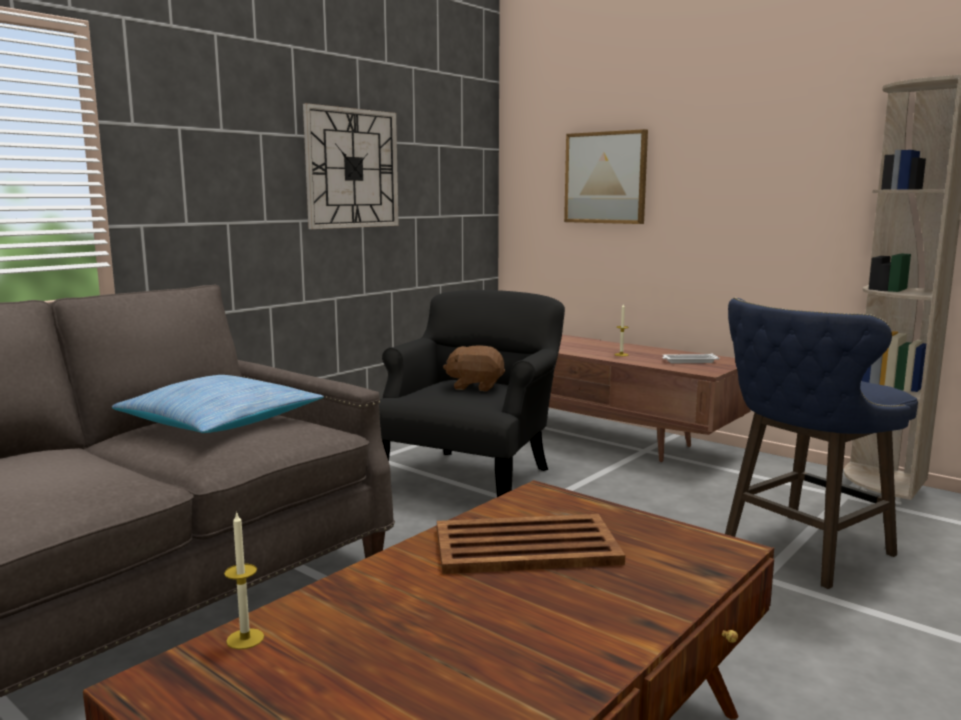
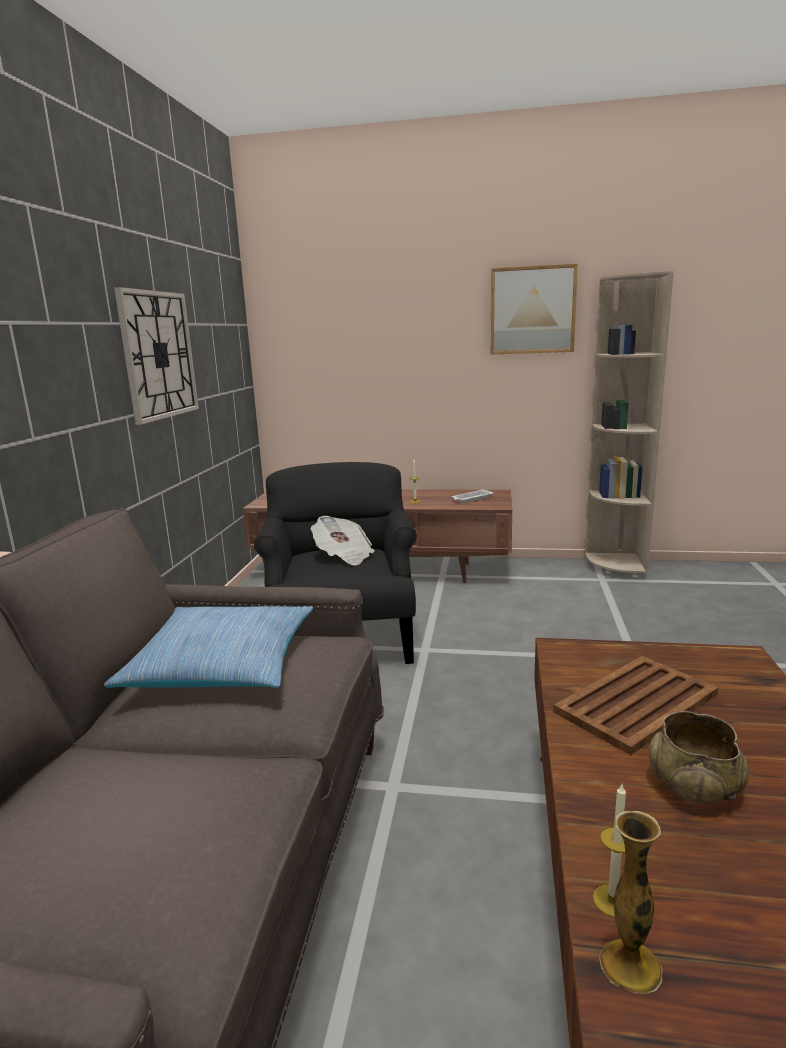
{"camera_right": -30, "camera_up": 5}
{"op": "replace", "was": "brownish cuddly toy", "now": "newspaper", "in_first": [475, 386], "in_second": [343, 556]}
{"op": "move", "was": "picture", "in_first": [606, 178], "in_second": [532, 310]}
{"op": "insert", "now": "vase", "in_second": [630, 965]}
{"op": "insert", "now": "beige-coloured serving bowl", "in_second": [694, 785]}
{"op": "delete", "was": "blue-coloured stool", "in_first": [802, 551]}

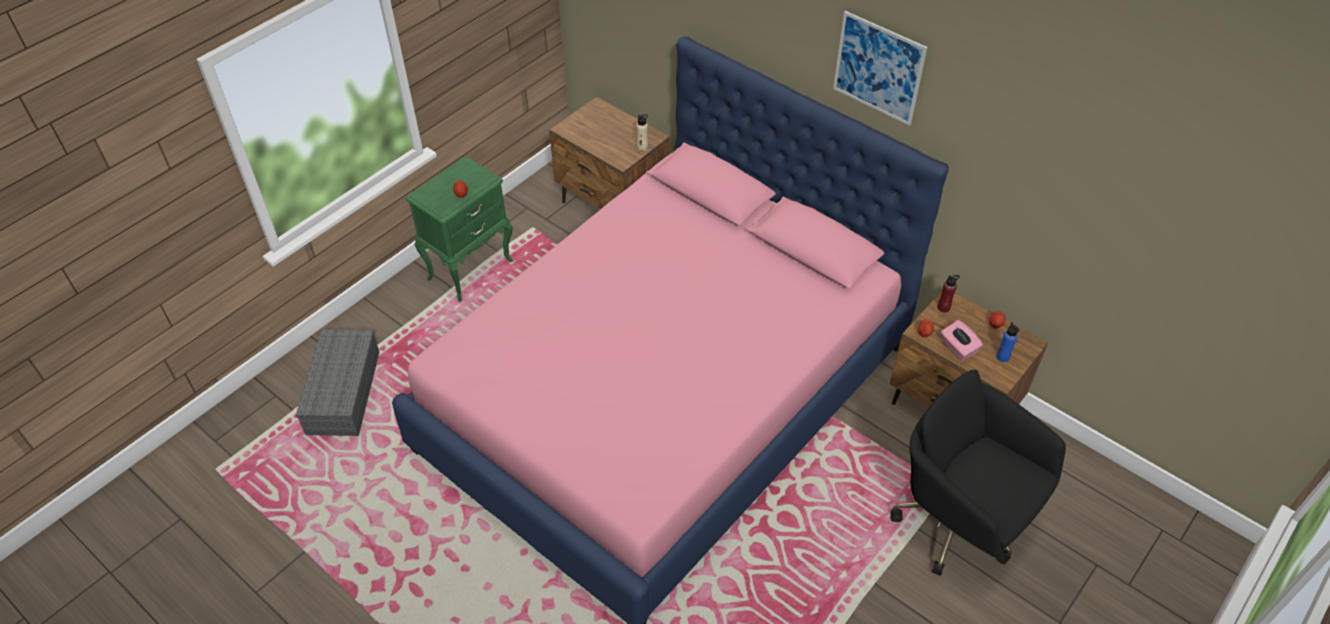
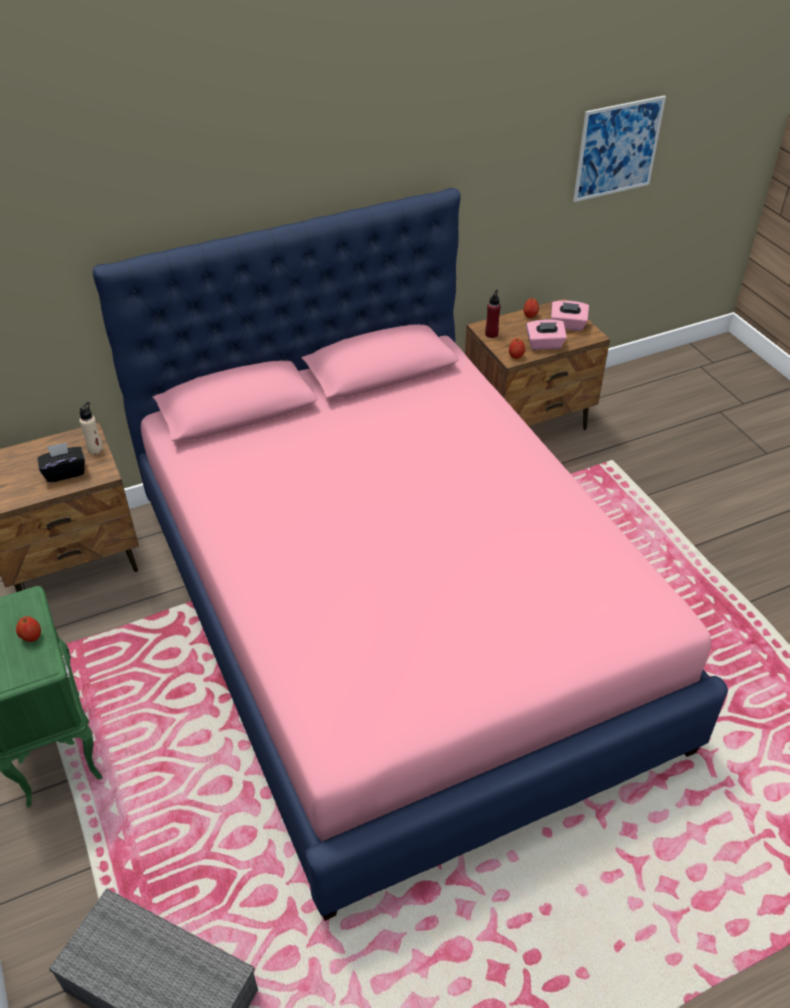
{"camera_right": -65, "camera_up": -5}
{"op": "insert", "now": "blackish tissue holder", "in_second": [65, 472]}
{"op": "replace", "was": "blue-coloured bottle", "now": "pink tissue holder", "in_first": [1002, 357], "in_second": [567, 325]}
{"op": "move", "was": "picture", "in_first": [878, 68], "in_second": [618, 149]}
{"op": "delete", "was": "blackish computer chair", "in_first": [958, 528]}

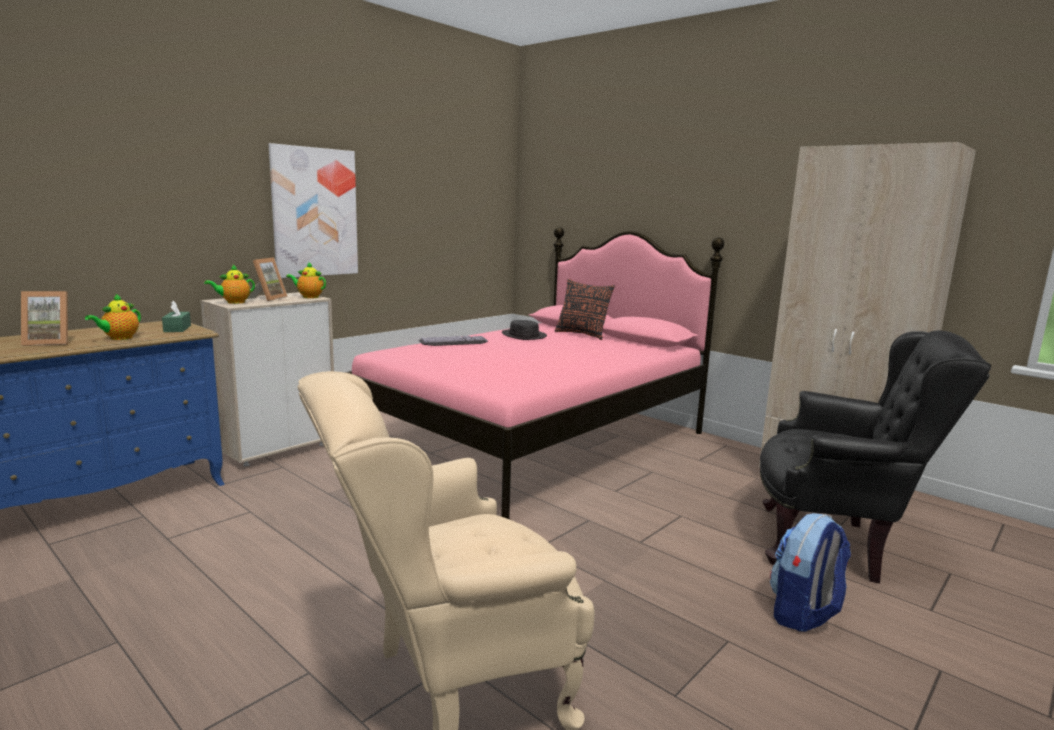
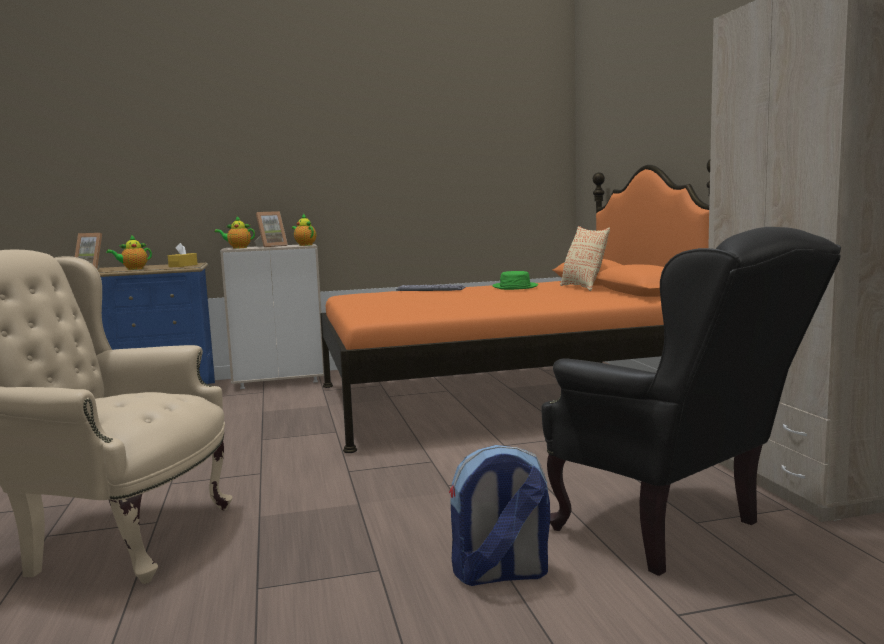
{"camera_right": 35, "camera_up": -5}
{"op": "recolor", "was": "green-coloured tissue holder", "now": "yellow tissue holder", "in_first": [177, 328], "in_second": [183, 265]}
{"op": "recolor", "was": "pink bedroom bed", "now": "orange bedroom bed", "in_first": [535, 441], "in_second": [501, 399]}
{"op": "recolor", "was": "blackish clothing hat", "now": "green-coloured clothing hat", "in_first": [523, 335], "in_second": [514, 287]}
{"op": "recolor", "was": "blackish throw pillow", "now": "beige-coloured throw pillow", "in_first": [582, 335], "in_second": [583, 288]}
{"op": "delete", "was": "picture", "in_first": [314, 212]}

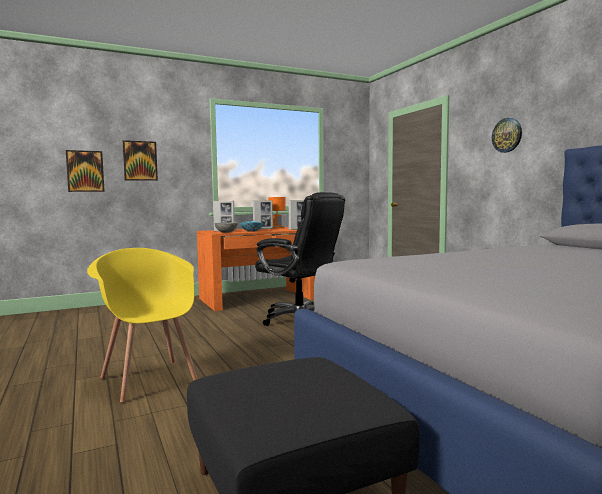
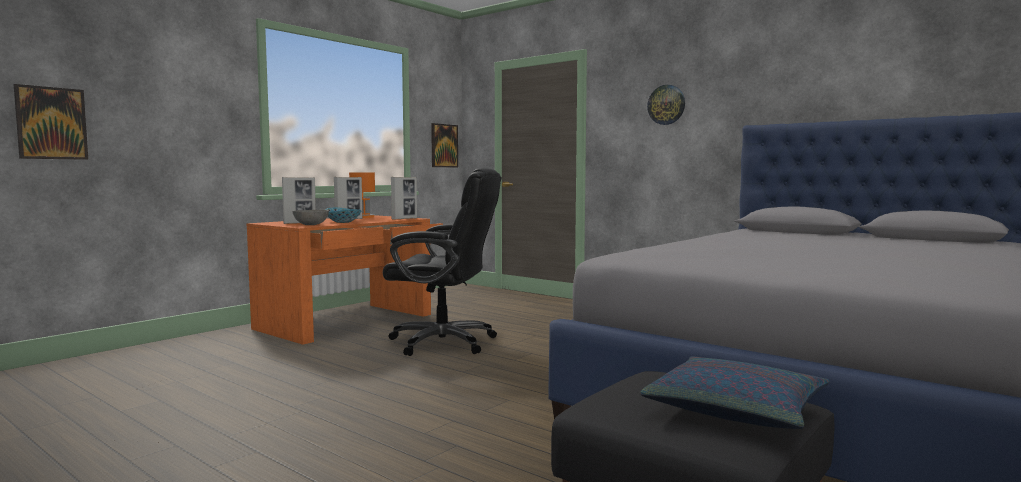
{"camera_right": -25, "camera_up": 0}
{"op": "move", "was": "picture", "in_first": [140, 161], "in_second": [444, 145]}
{"op": "insert", "now": "blue-coloured throw pillow", "in_second": [737, 410]}
{"op": "delete", "was": "yellow chair", "in_first": [149, 380]}

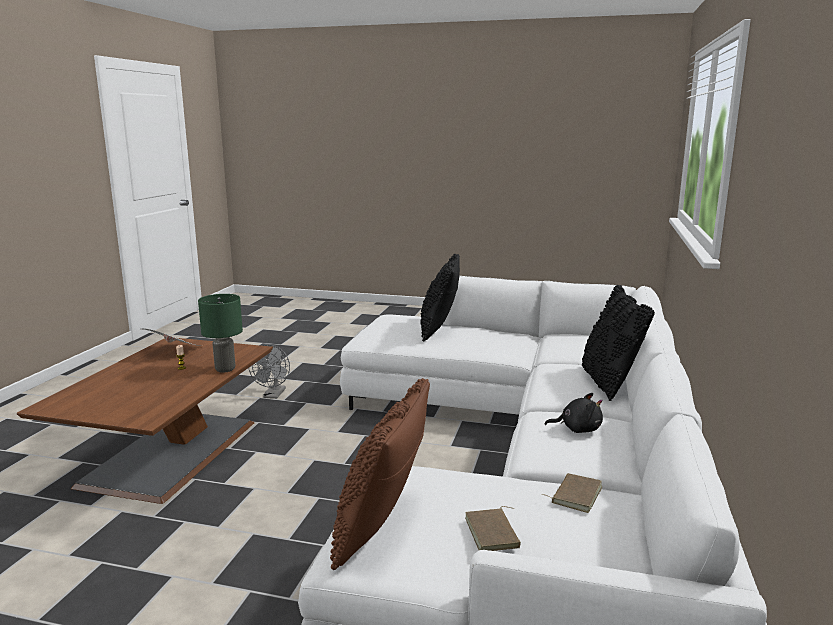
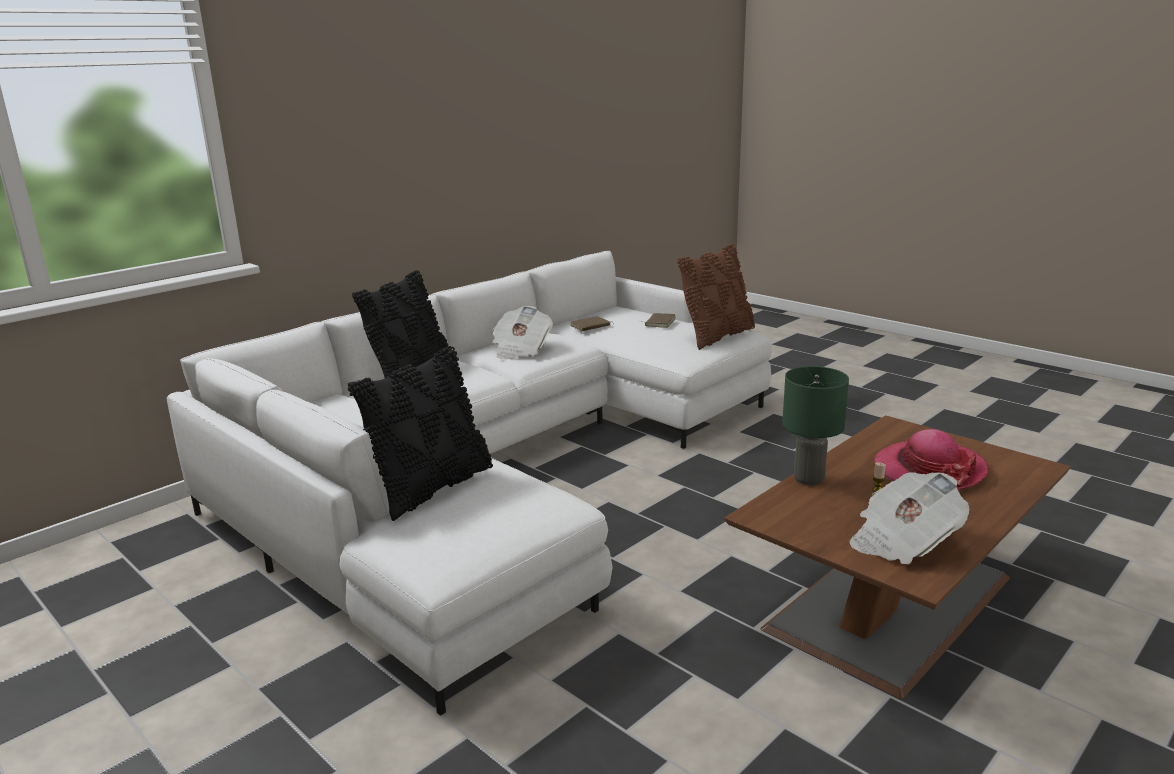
{"camera_right": -150, "camera_up": 5}
{"op": "replace", "was": "blackish cuddly toy", "now": "newspaper", "in_first": [577, 429], "in_second": [520, 349]}
{"op": "insert", "now": "clothing hat", "in_second": [929, 470]}
{"op": "delete", "was": "gray fan", "in_first": [273, 395]}

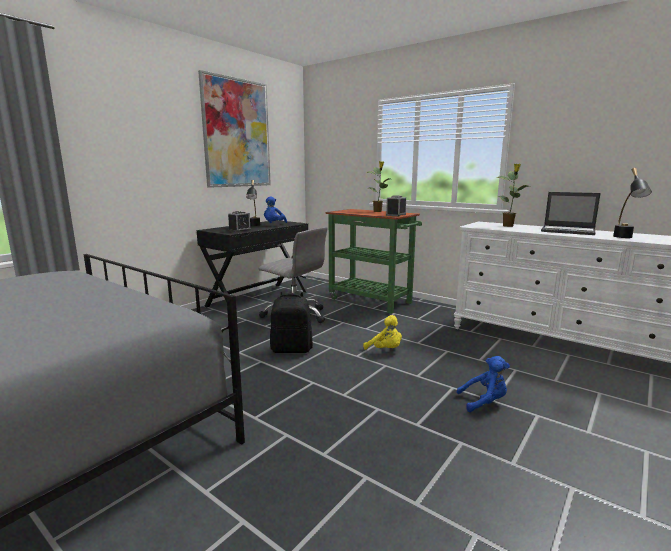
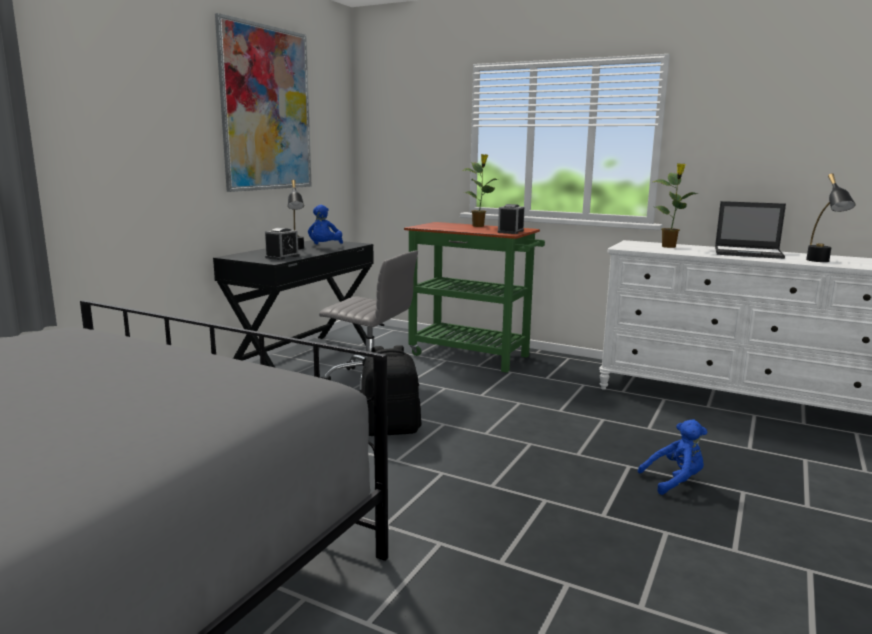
{"camera_right": -10, "camera_up": 0}
{"op": "delete", "was": "yellow cuddly toy", "in_first": [385, 350]}

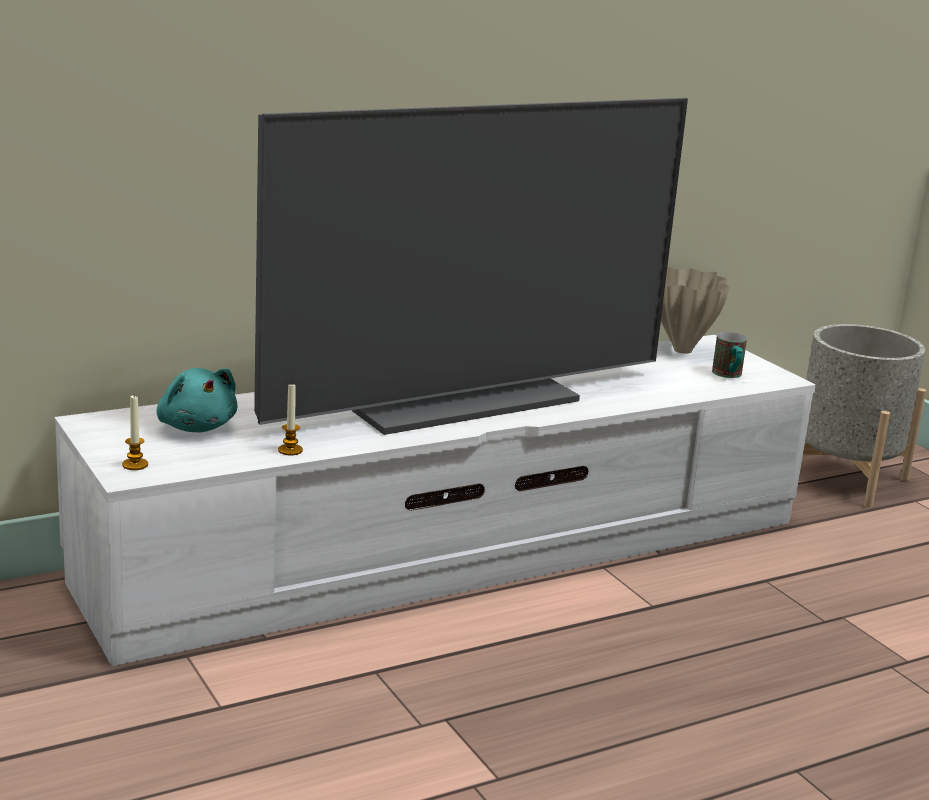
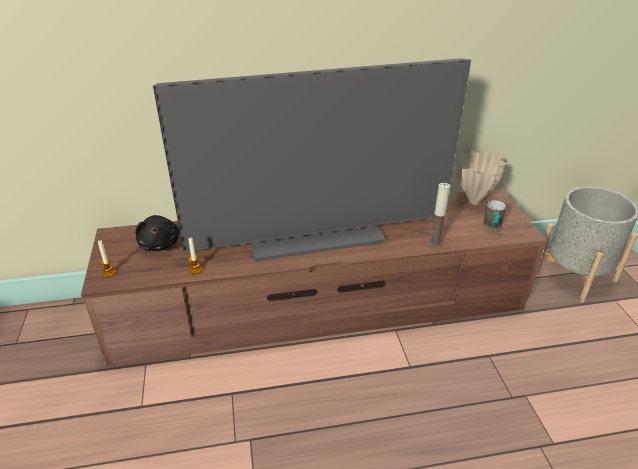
{"camera_right": 20, "camera_up": 15}
{"op": "recolor", "was": "whitish tv stand", "now": "brownish tv stand", "in_first": [454, 547], "in_second": [319, 302]}
{"op": "recolor", "was": "blue-green cuddly toy", "now": "blackish cuddly toy", "in_first": [196, 426], "in_second": [160, 244]}
{"op": "insert", "now": "candle", "in_second": [435, 243]}

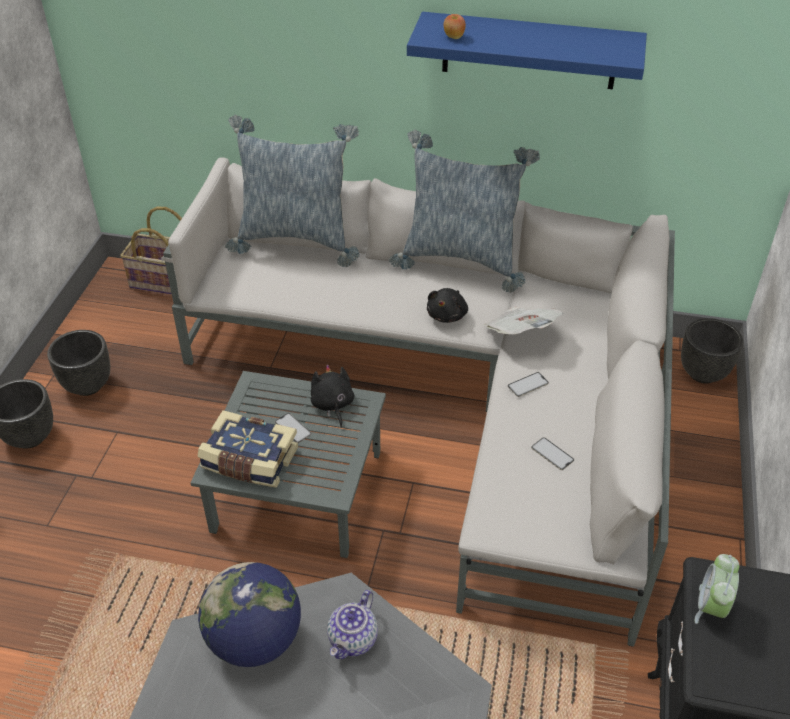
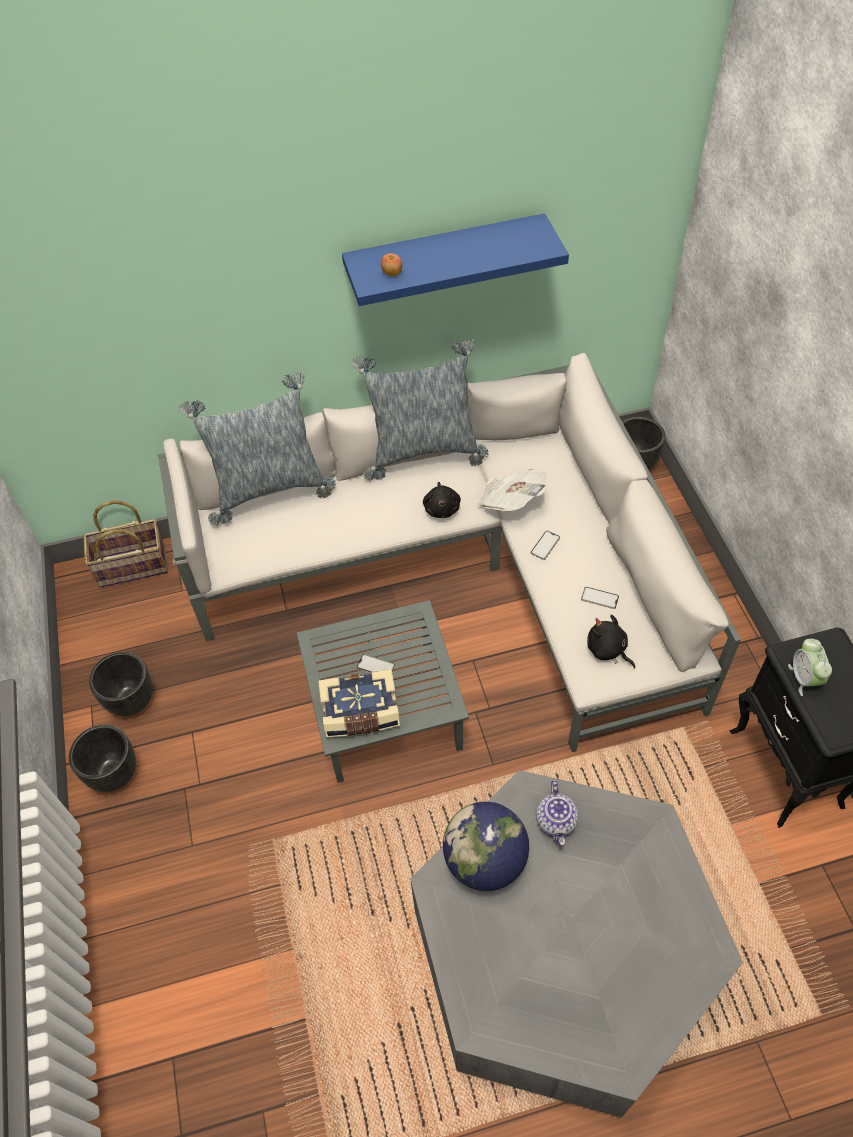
{"camera_right": -25, "camera_up": 10}
{"op": "move", "was": "blackish cuddly toy", "in_first": [332, 405], "in_second": [608, 650]}

